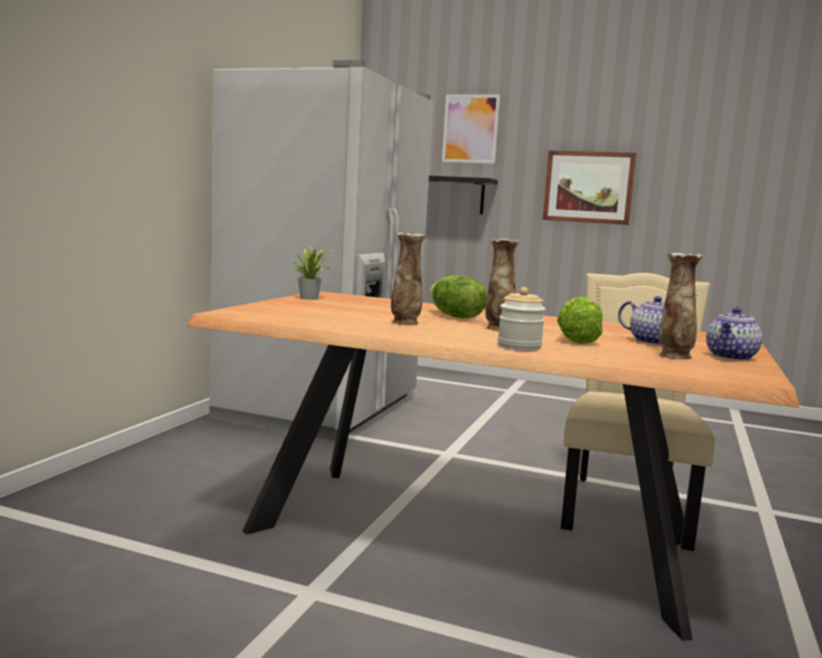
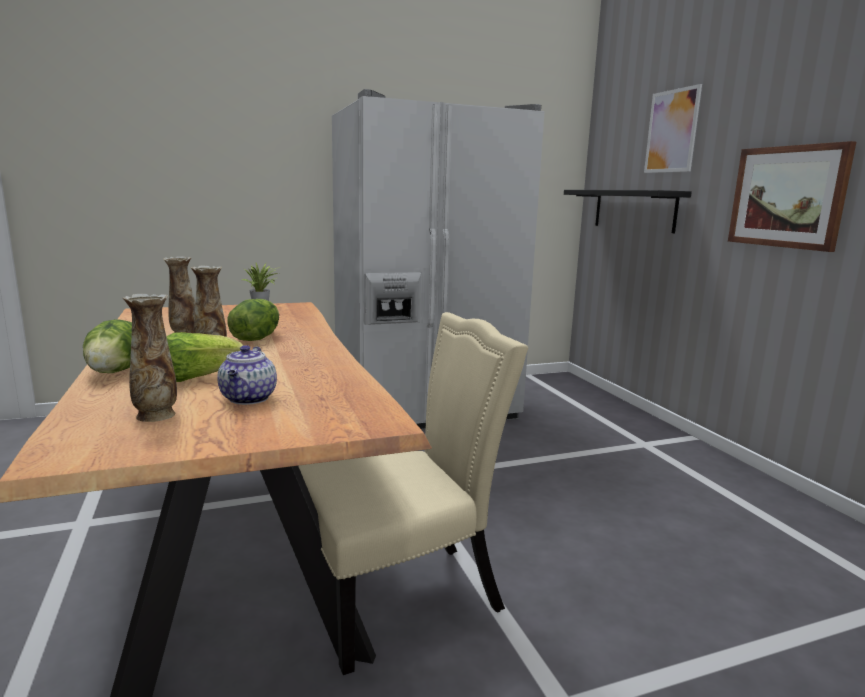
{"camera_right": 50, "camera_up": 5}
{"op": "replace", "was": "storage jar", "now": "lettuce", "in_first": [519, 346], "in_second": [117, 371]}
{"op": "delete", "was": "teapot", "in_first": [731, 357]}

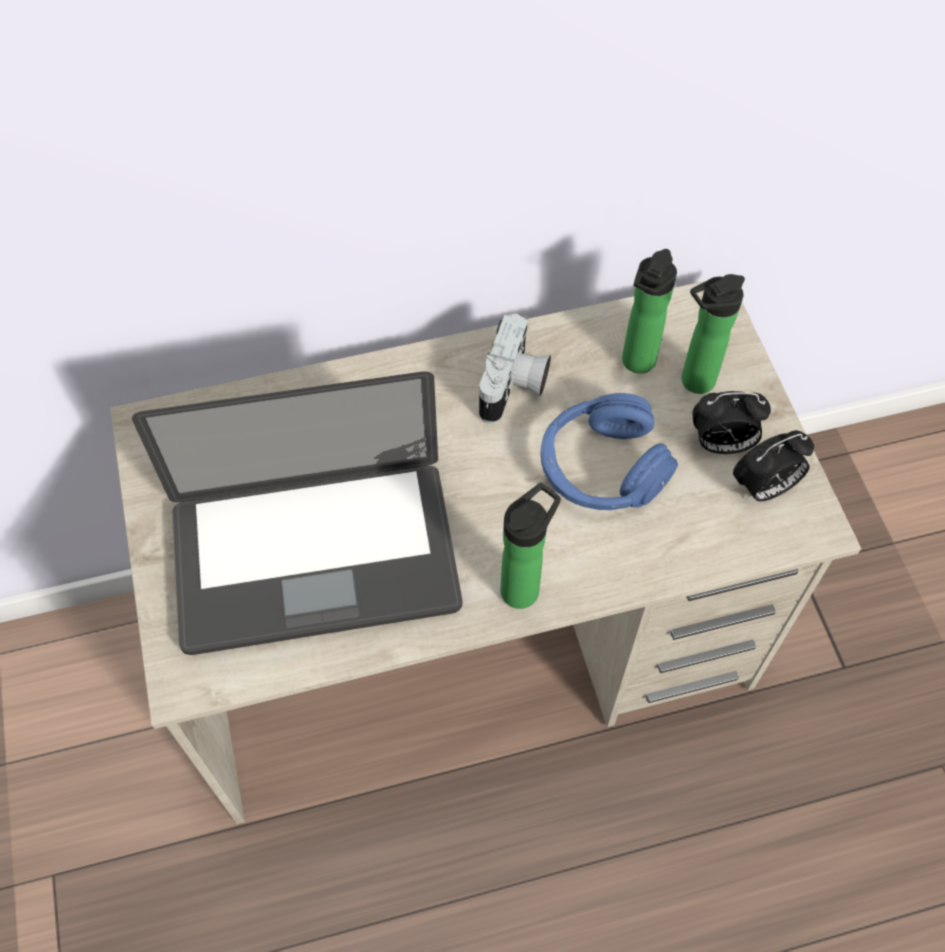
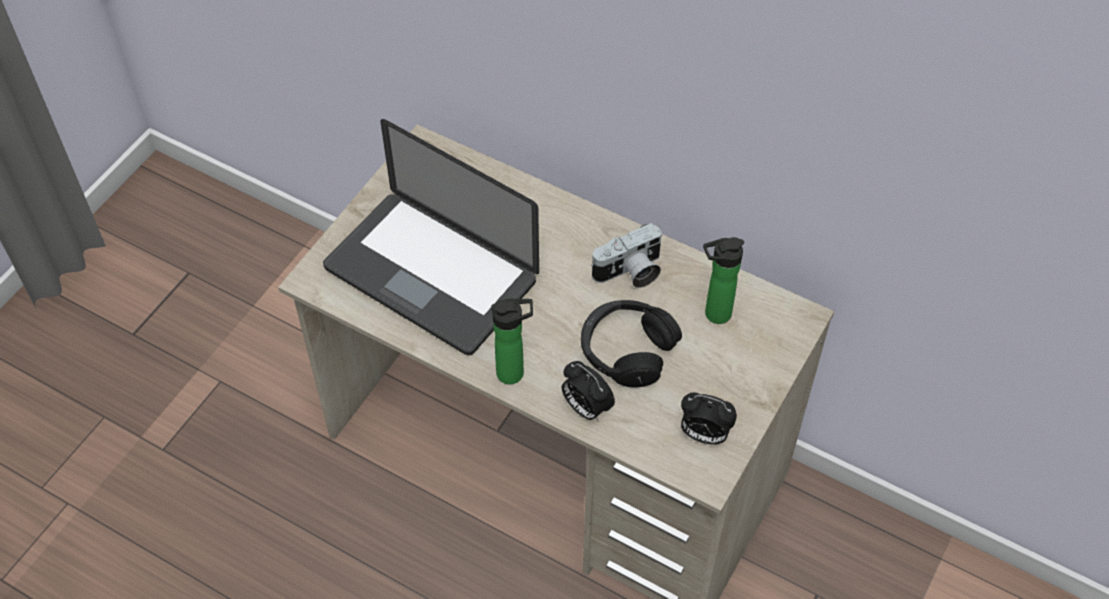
{"camera_right": 45, "camera_up": -5}
{"op": "move", "was": "bedside clock", "in_first": [721, 444], "in_second": [586, 408]}
{"op": "recolor", "was": "blue-coloured pair of headphones", "now": "blackish pair of headphones", "in_first": [601, 467], "in_second": [627, 350]}
{"op": "delete", "was": "bottle", "in_first": [693, 382]}

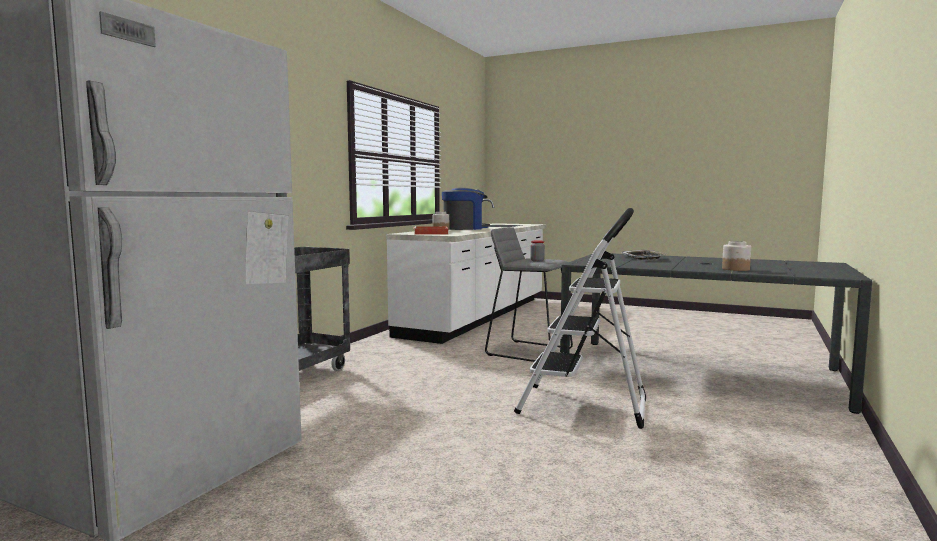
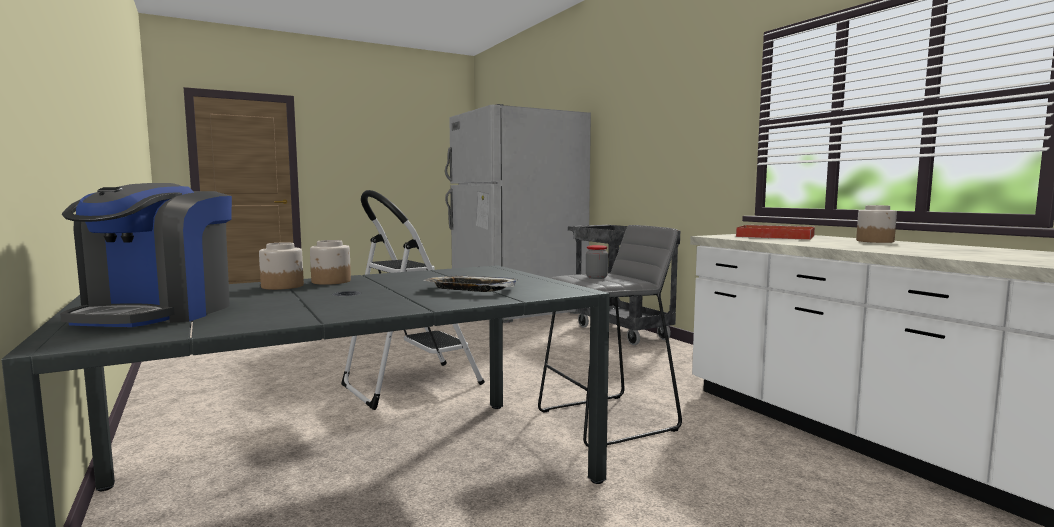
{"camera_right": 125, "camera_up": 0}
{"op": "move", "was": "coffee maker", "in_first": [464, 228], "in_second": [159, 313]}
{"op": "insert", "now": "storage jar", "in_second": [331, 281]}

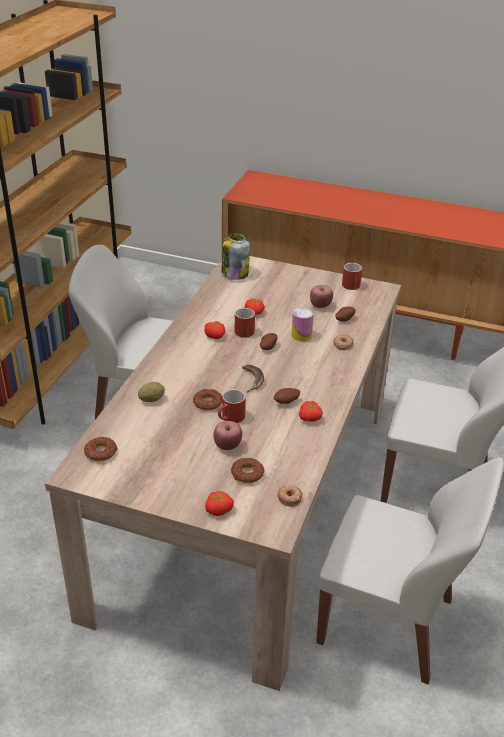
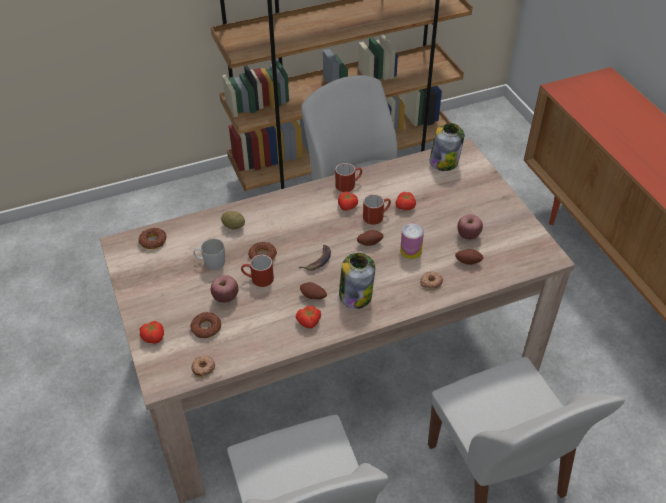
{"camera_right": 50, "camera_up": 10}
{"op": "insert", "now": "whitish coffee mug", "in_second": [210, 262]}
{"op": "move", "was": "red coffee mug", "in_first": [351, 283], "in_second": [348, 184]}
{"op": "insert", "now": "storage jar", "in_second": [355, 295]}

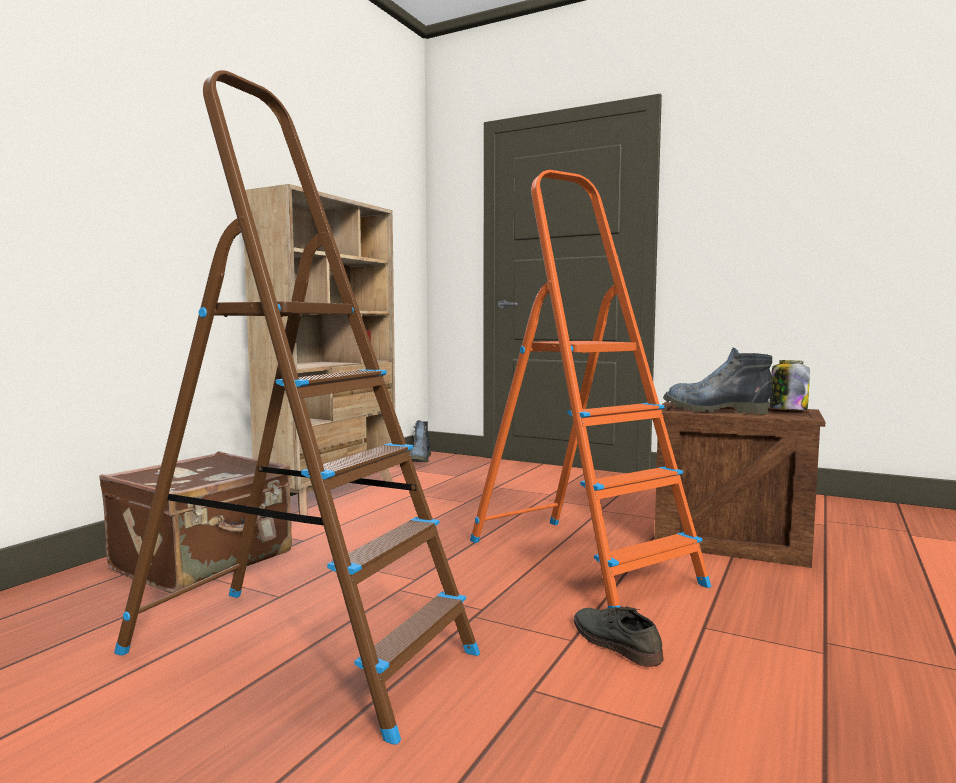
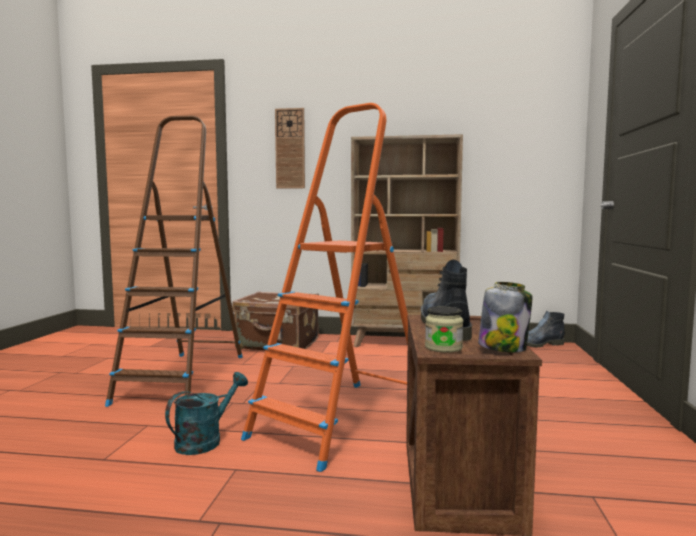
{"camera_right": 70, "camera_up": 0}
{"op": "replace", "was": "gray low shoe", "now": "blue-green sprinkling can", "in_first": [614, 642], "in_second": [205, 440]}
{"op": "insert", "now": "clock on the wall", "in_second": [290, 148]}
{"op": "insert", "now": "storage jar", "in_second": [443, 348]}

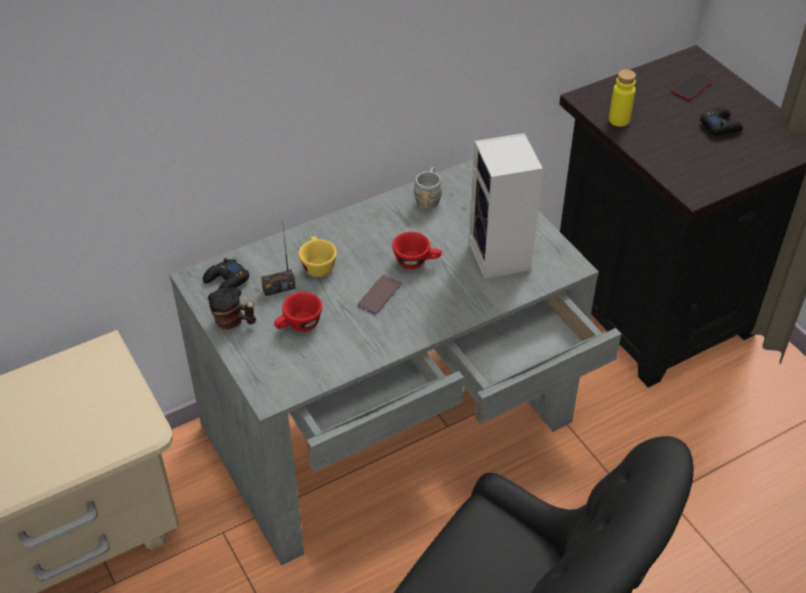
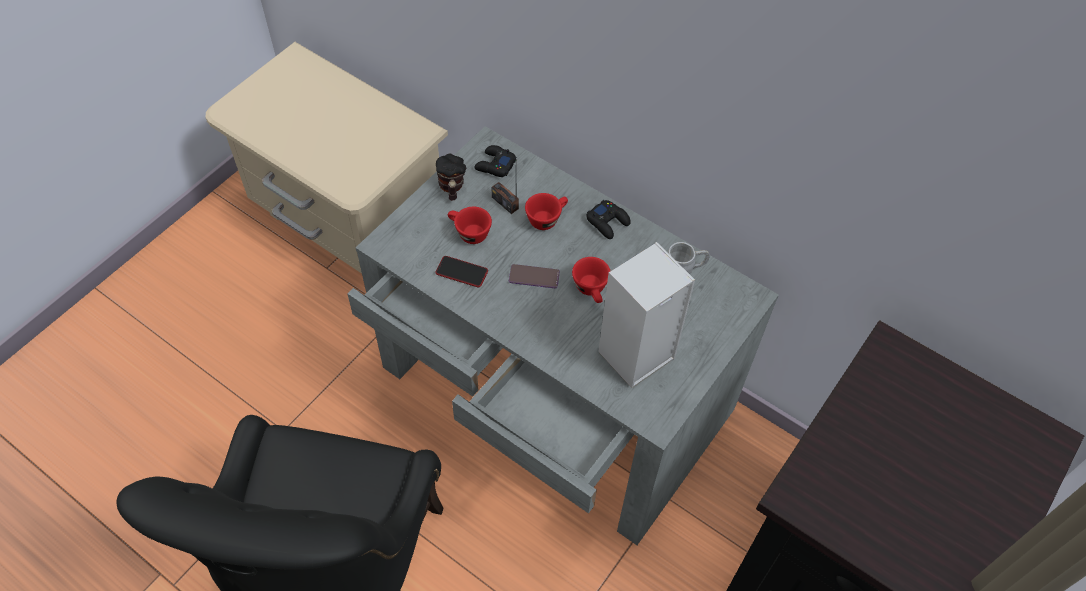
{"camera_right": 65, "camera_up": 10}
{"op": "move", "was": "telephone", "in_first": [691, 87], "in_second": [461, 272]}
{"op": "recolor", "was": "yellow small cup", "now": "red small cup", "in_first": [317, 265], "in_second": [547, 218]}
{"op": "move", "was": "blackish joypad", "in_first": [720, 126], "in_second": [608, 222]}
{"op": "delete", "was": "yellow bottle", "in_first": [619, 120]}

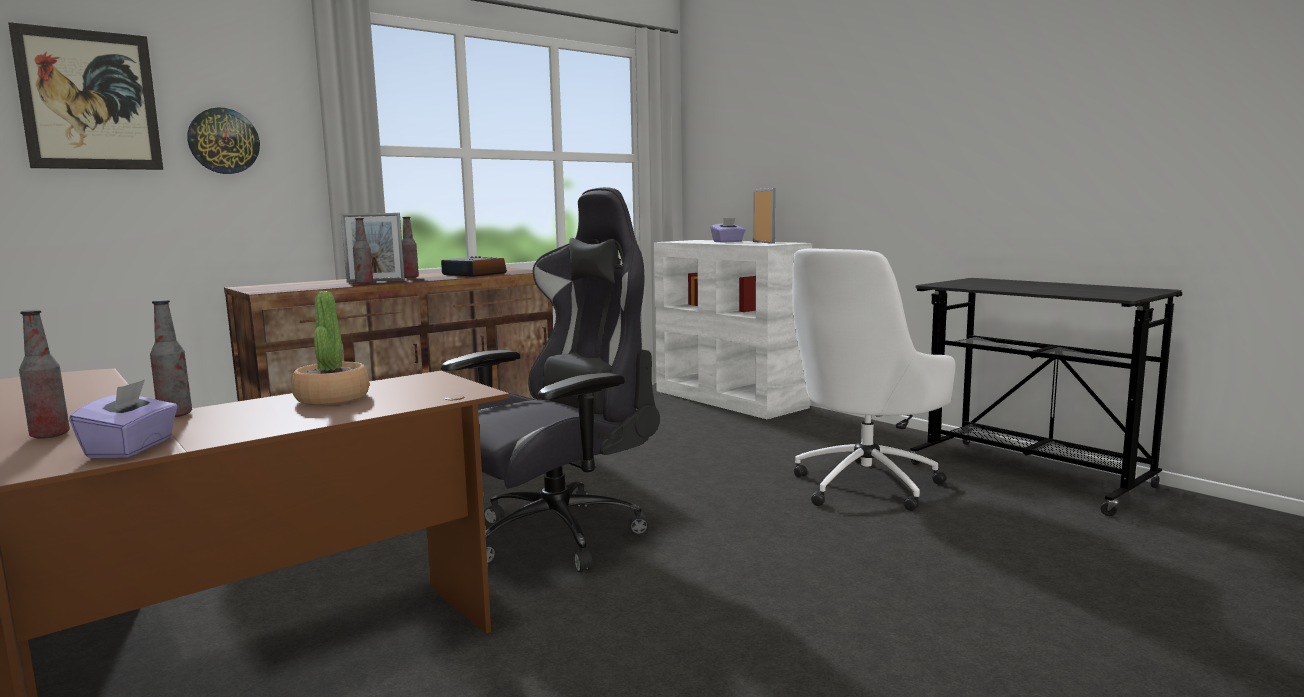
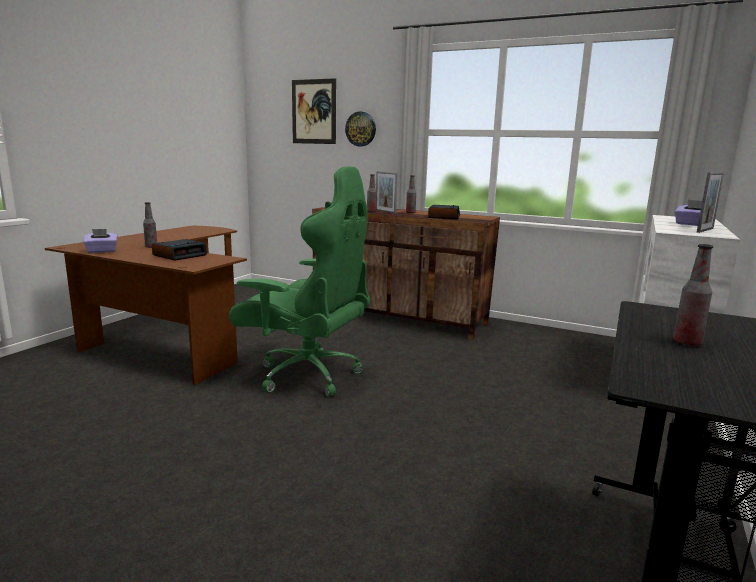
{"camera_right": 65, "camera_up": 5}
{"op": "replace", "was": "potted plant", "now": "bedside clock", "in_first": [332, 398], "in_second": [180, 255]}
{"op": "recolor", "was": "blackish computer chair", "now": "green-coloured computer chair", "in_first": [547, 540], "in_second": [302, 374]}
{"op": "move", "was": "bottle", "in_first": [50, 435], "in_second": [687, 343]}
{"op": "delete", "was": "whitish computer chair", "in_first": [865, 486]}

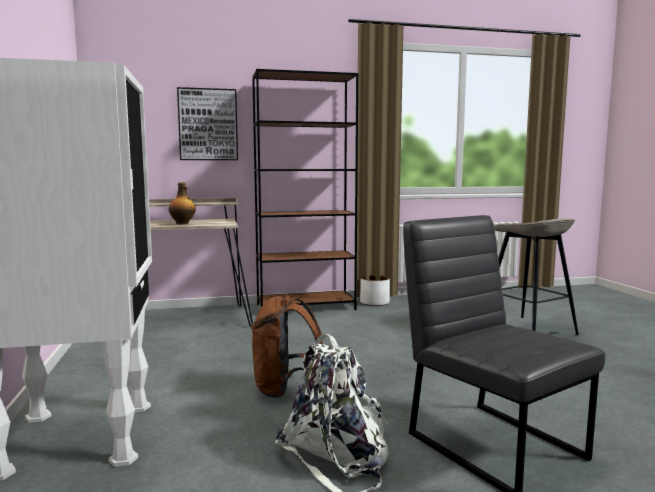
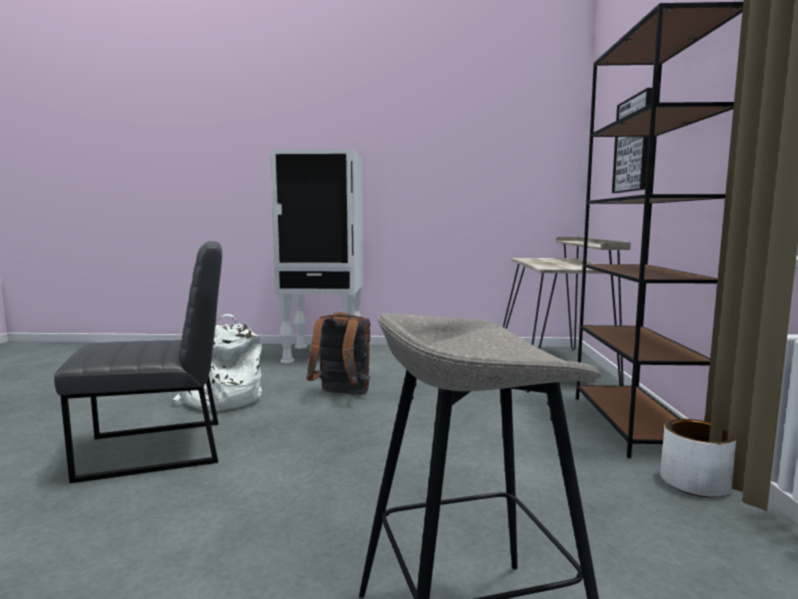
{"camera_right": 105, "camera_up": 0}
{"op": "delete", "was": "bottle", "in_first": [182, 223]}

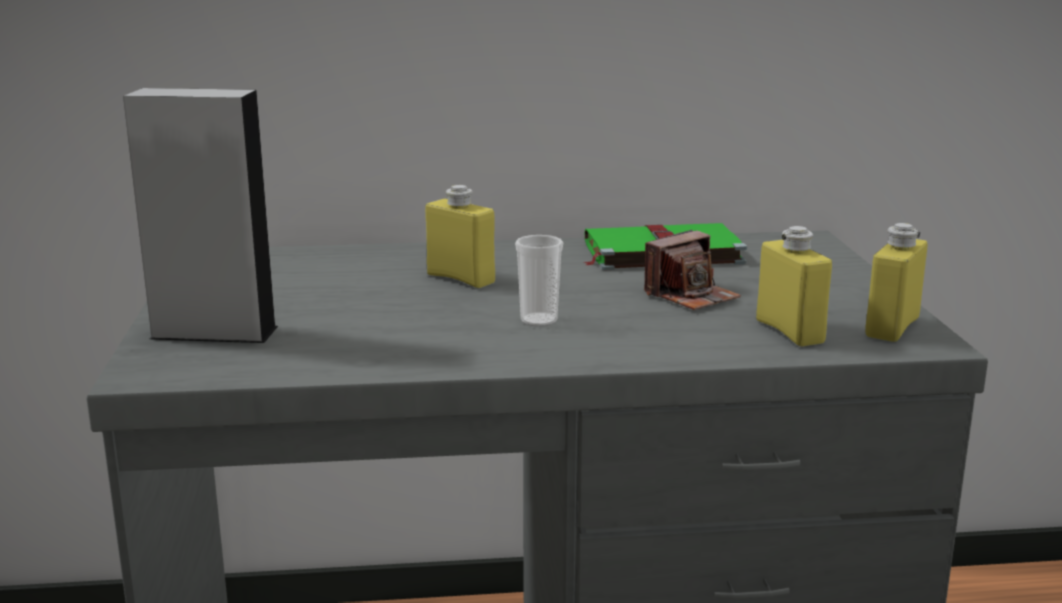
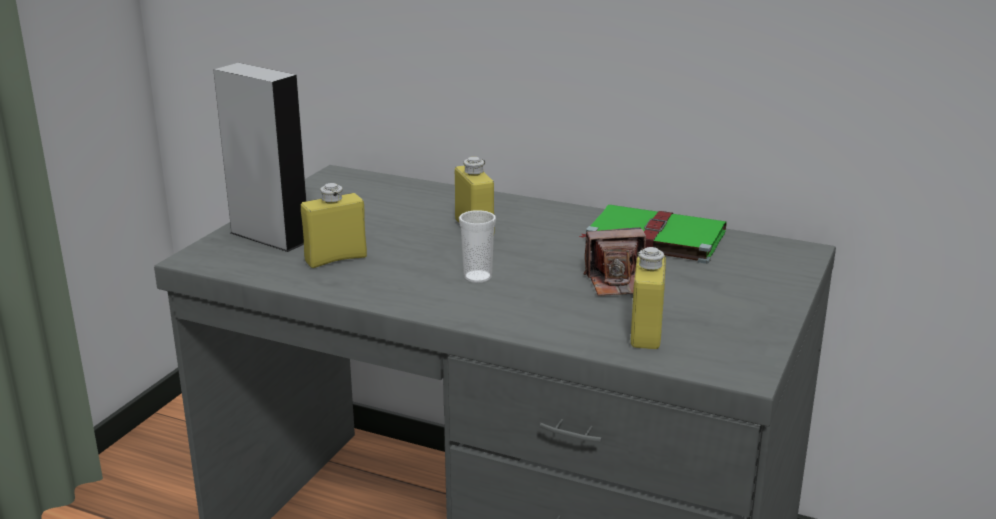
{"camera_right": 30, "camera_up": 5}
{"op": "move", "was": "yellow bottle", "in_first": [892, 327], "in_second": [336, 259]}

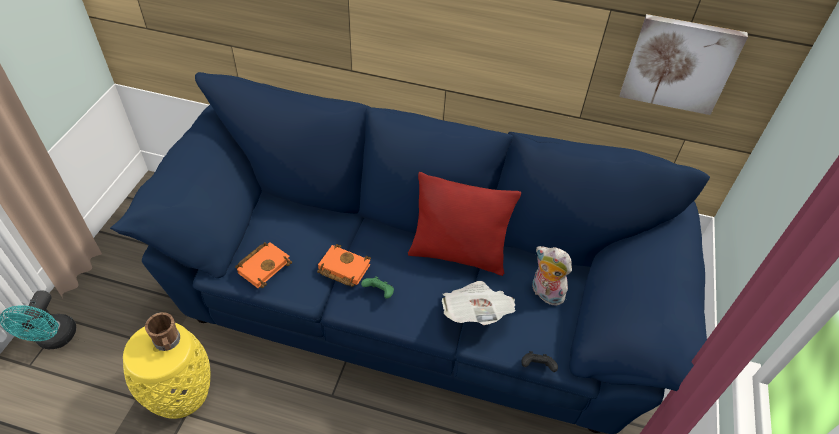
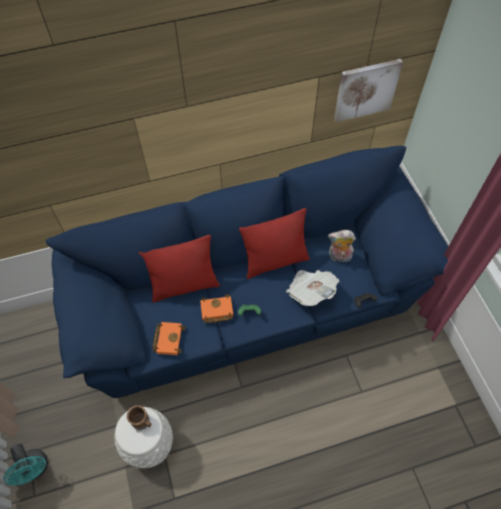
{"camera_right": -30, "camera_up": 10}
{"op": "recolor", "was": "yellow stool", "now": "whitish stool", "in_first": [180, 392], "in_second": [149, 445]}
{"op": "insert", "now": "red throw pillow", "in_second": [184, 286]}

